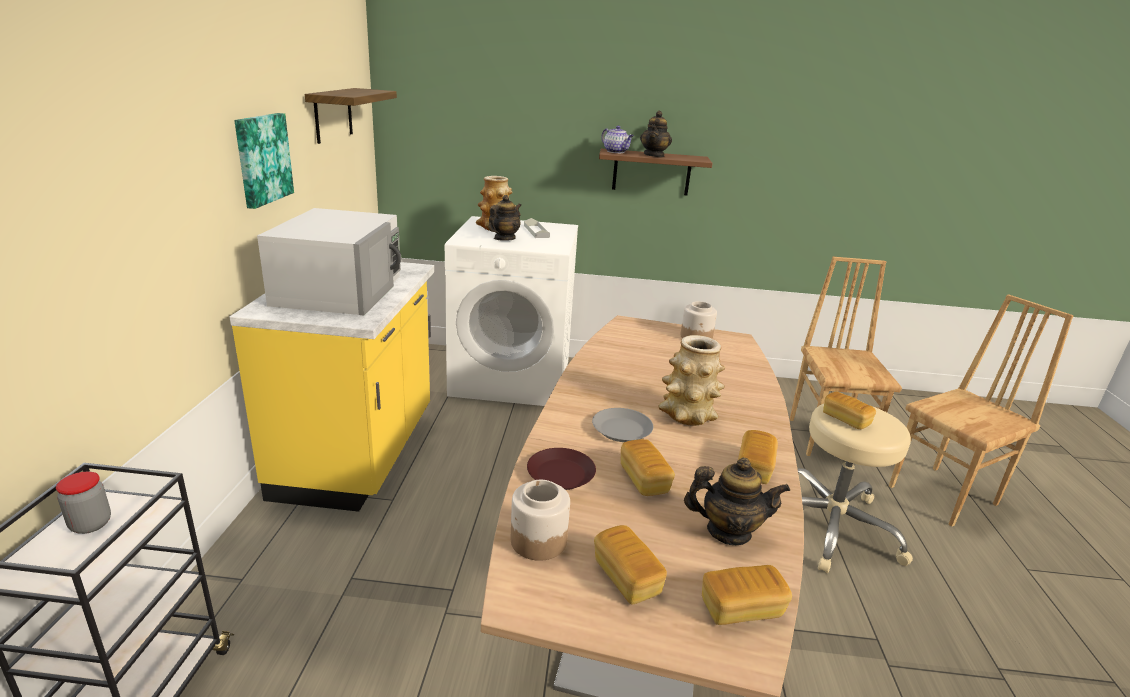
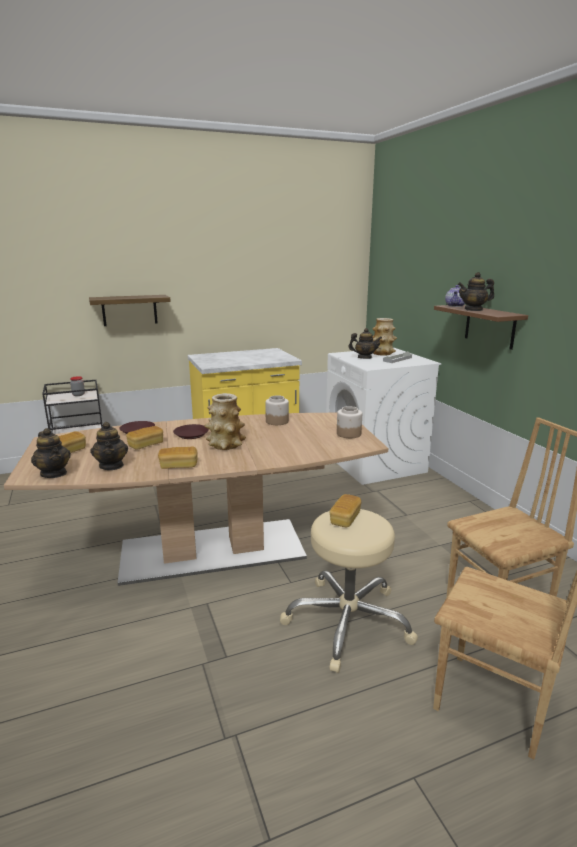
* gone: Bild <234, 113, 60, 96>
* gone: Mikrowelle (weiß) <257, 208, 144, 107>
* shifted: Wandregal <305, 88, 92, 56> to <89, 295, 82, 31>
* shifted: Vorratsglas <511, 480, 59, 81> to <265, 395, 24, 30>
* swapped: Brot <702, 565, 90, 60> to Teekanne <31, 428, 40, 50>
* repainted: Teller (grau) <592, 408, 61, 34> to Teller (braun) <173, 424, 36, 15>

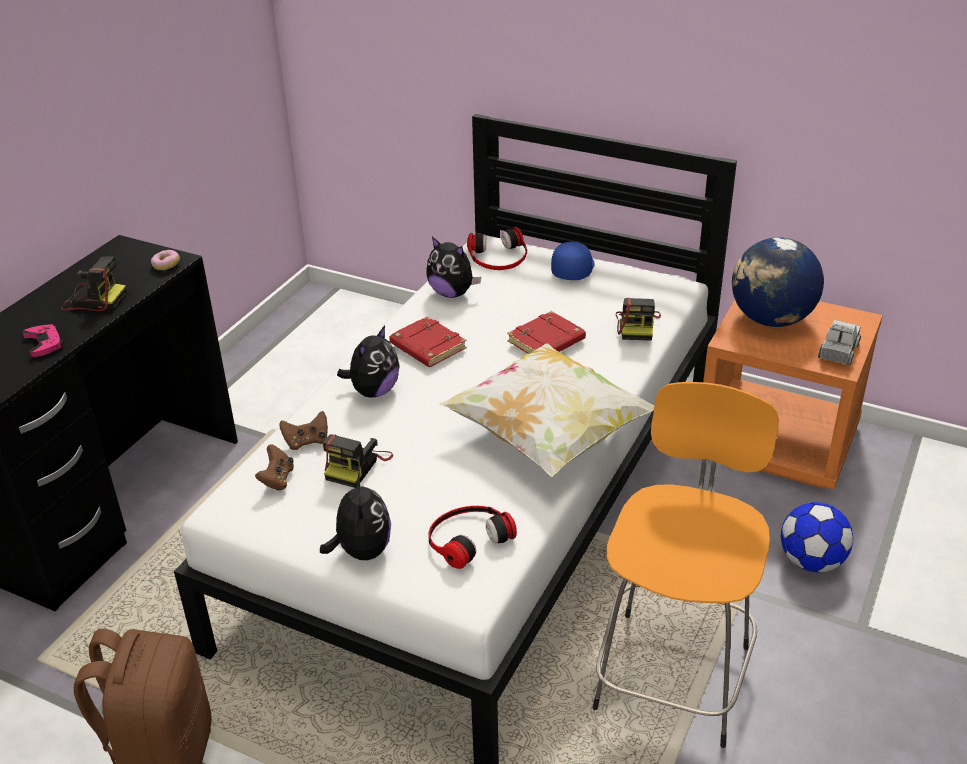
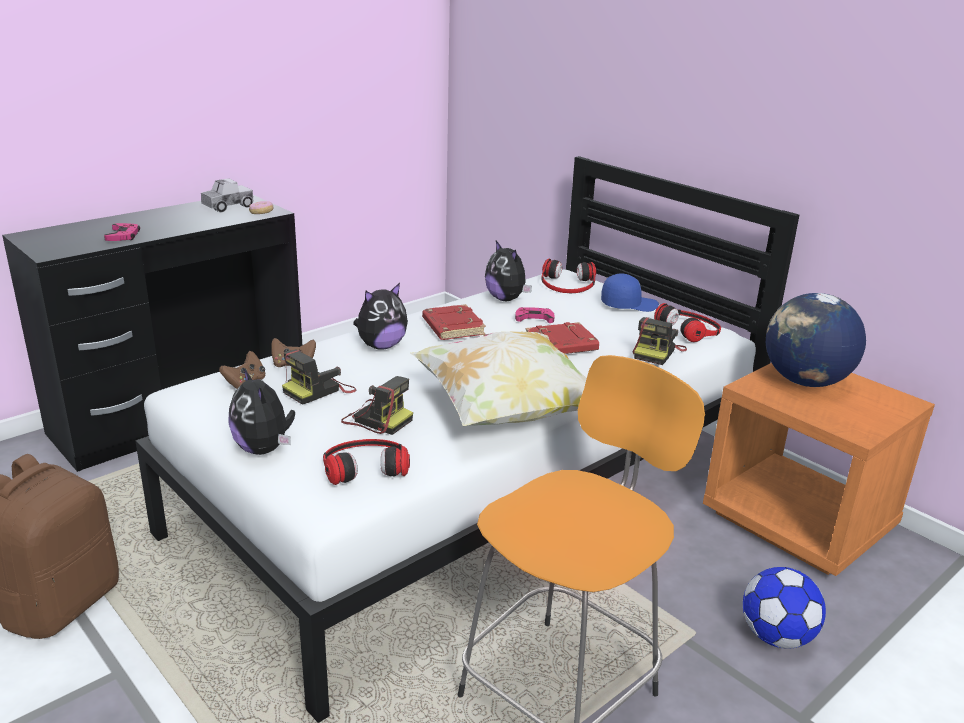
* new: Gamepad (rosa) <515, 307, 40, 16>
* new: Kopfhörer <654, 303, 67, 39>
* shifted: Kamera <61, 256, 66, 55> to <341, 376, 72, 59>
* shifted: Spielzeuglaster <818, 320, 43, 45> to <201, 178, 52, 35>
* rotated: Plüschtier <320, 472, 71, 88> = <228, 367, 67, 88> 135 degrees clockwise
* rotated: Kappe (blau) <551, 242, 44, 38> = <601, 274, 58, 38> 45 degrees clockwise

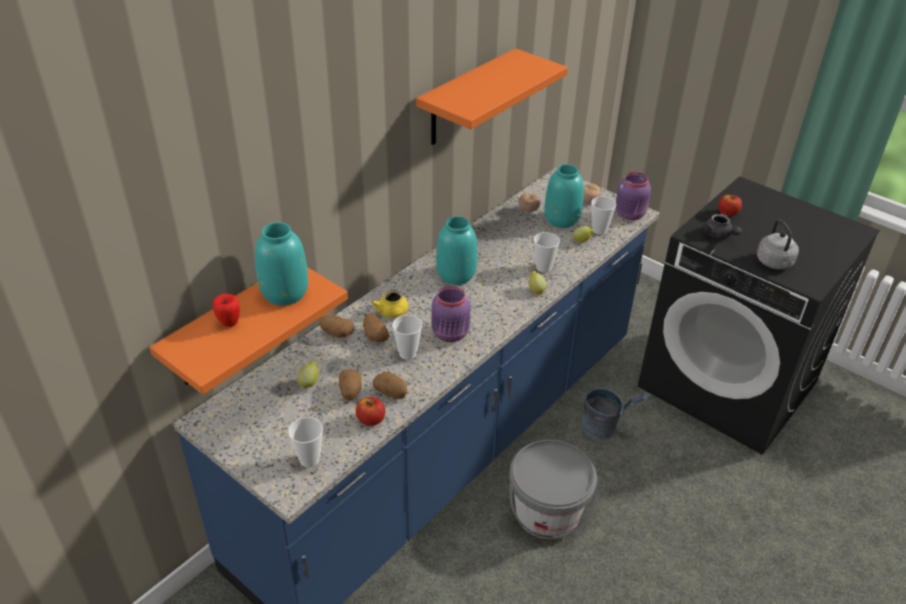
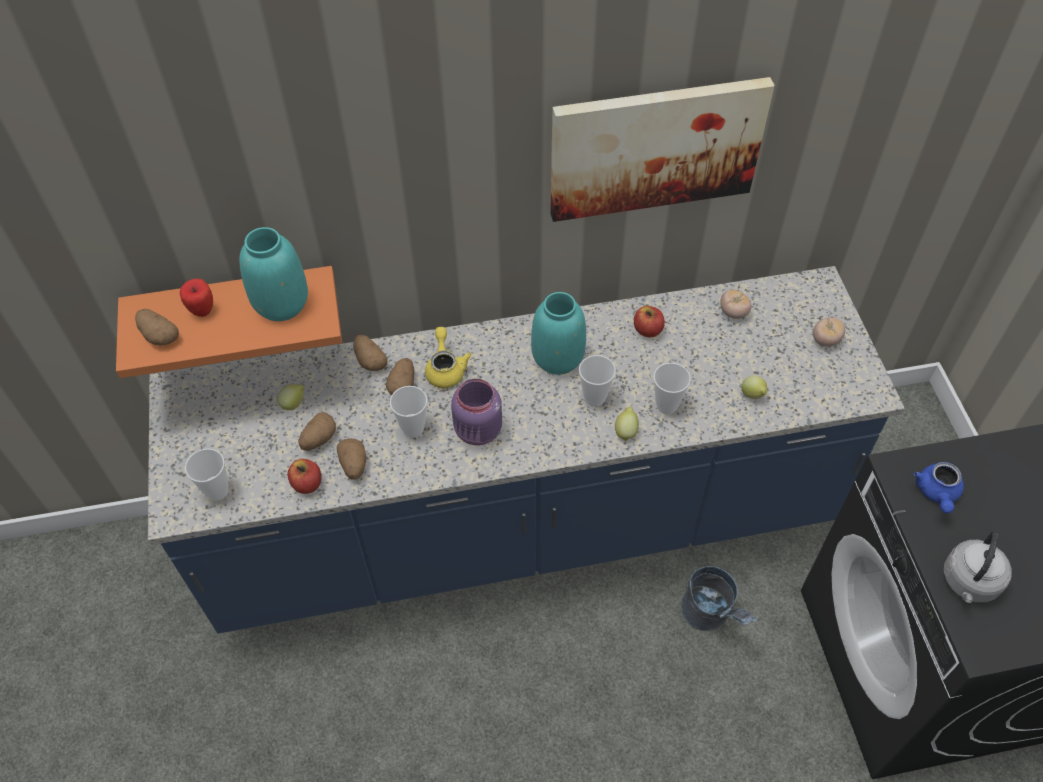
* gone: Eimer (grau) <509, 440, 90, 99>
* gone: Vase (türkis) <544, 164, 40, 64>
* gone: Vorratsglas (lila) <615, 172, 36, 48>
* new: Kartoffel <135, 309, 44, 37>
* shifted: Tasse <591, 196, 25, 39> to <579, 355, 37, 52>
* shifted: Apfel <718, 195, 24, 21> to <634, 306, 31, 31>
* swapped: Wandregal (orange) <416, 48, 152, 97> to Bild <550, 77, 224, 145>
* repainted: Teekanne (grau) <704, 214, 38, 25> to Teekanne (blau) <913, 462, 51, 51>
* rotated: Teekanne (gelb) <371, 289, 37, 29> = <425, 327, 47, 61> 150 degrees clockwise

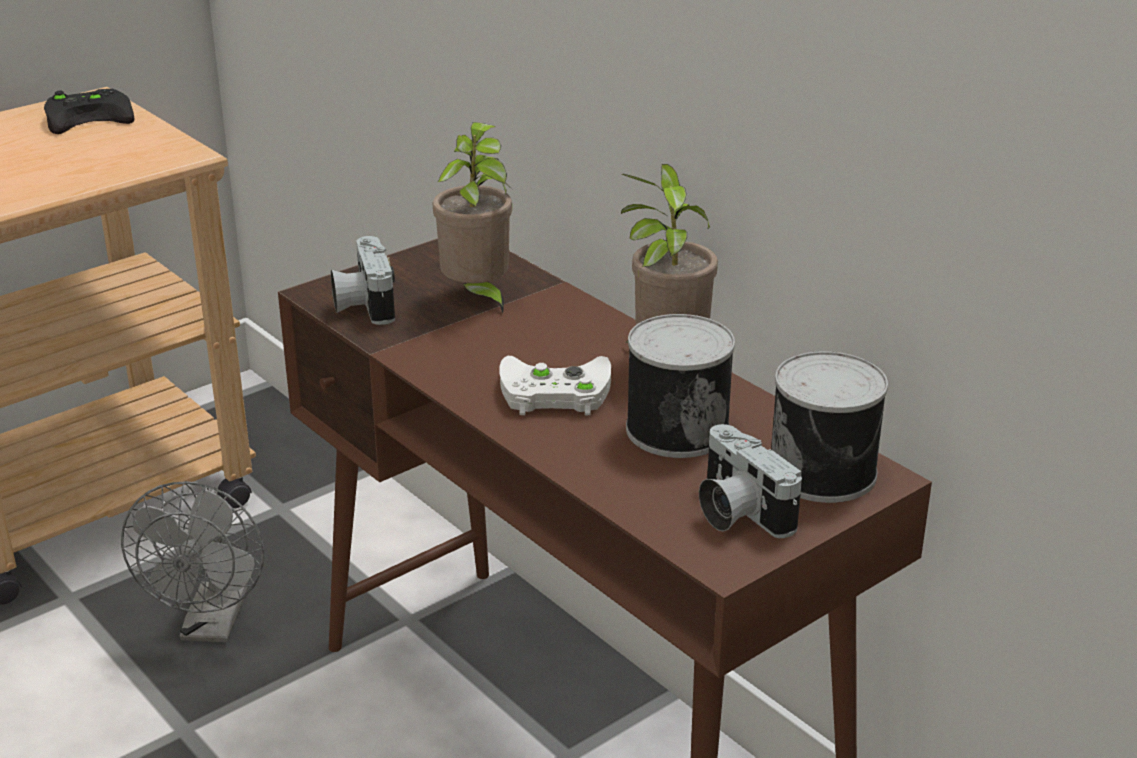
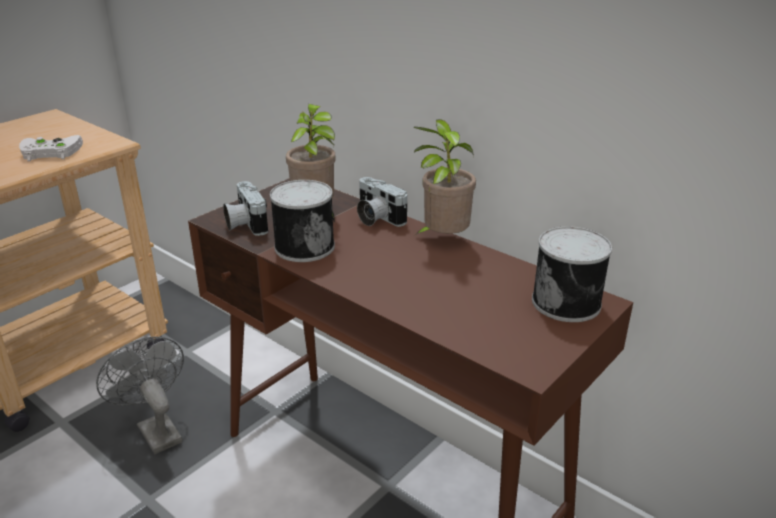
* gone: Gamepad (schwarz) <44, 89, 91, 45>
* shifted: Gamepad (weiß) <499, 356, 112, 59> to <19, 135, 64, 26>
* shifted: Dose <626, 314, 109, 144> to <270, 180, 65, 82>
* shifted: Kamera <699, 424, 103, 114> to <357, 177, 50, 50>
* rotated: Ventilator (grau) <121, 481, 144, 162> = <96, 337, 88, 117> 150 degrees clockwise

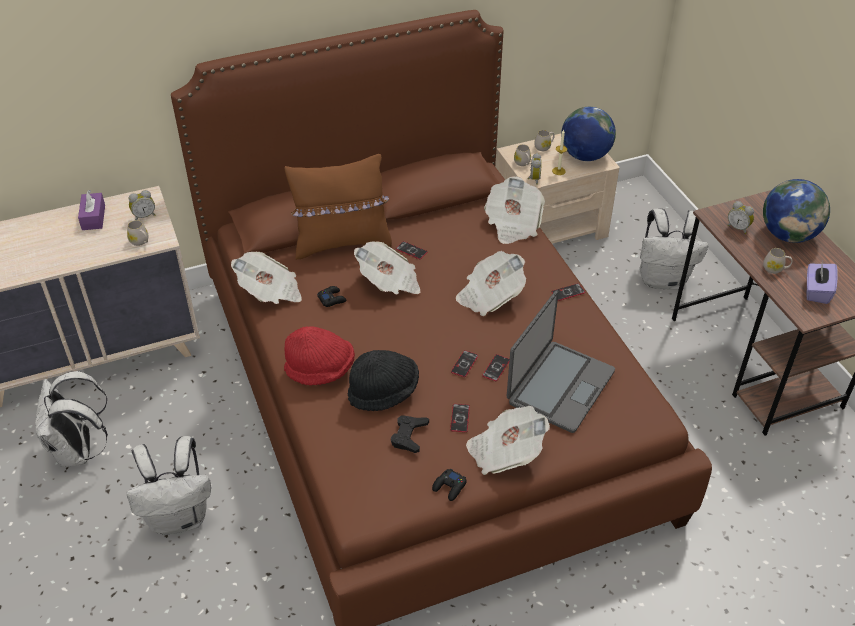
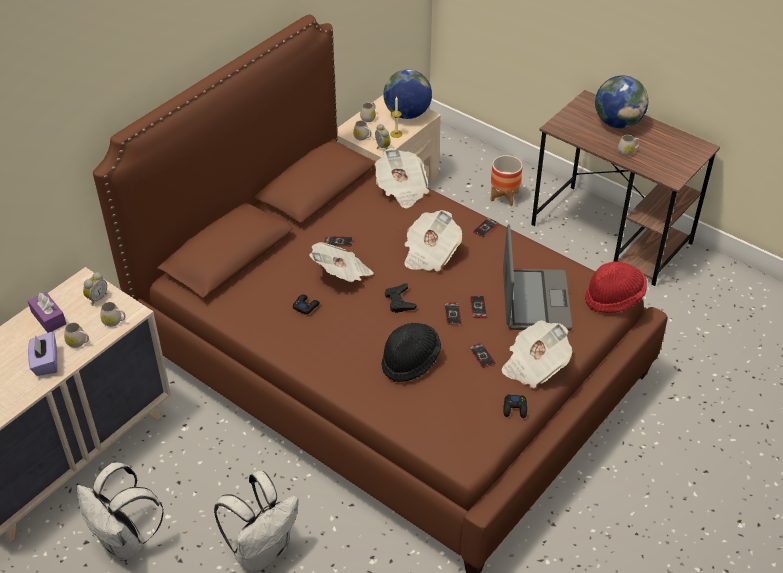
* gone: Zeitung <231, 252, 71, 52>
* gone: Kissen (braun) <284, 154, 108, 106>
* gone: Wecker <727, 201, 27, 33>
* new: Henkelbecher (weiß) <64, 322, 25, 26>
* shifted: Hut (rot) <284, 326, 71, 59> to <585, 261, 62, 52>
* shifted: Gamepad (schwarz) <391, 415, 38, 38> to <385, 283, 31, 30>
* shifted: Taschentuchbox (lila) <806, 264, 32, 40> to <28, 332, 29, 44>
* swapped: Rucksack (weiß) <639, 208, 69, 82> to Pflanzkübel <490, 155, 33, 51>

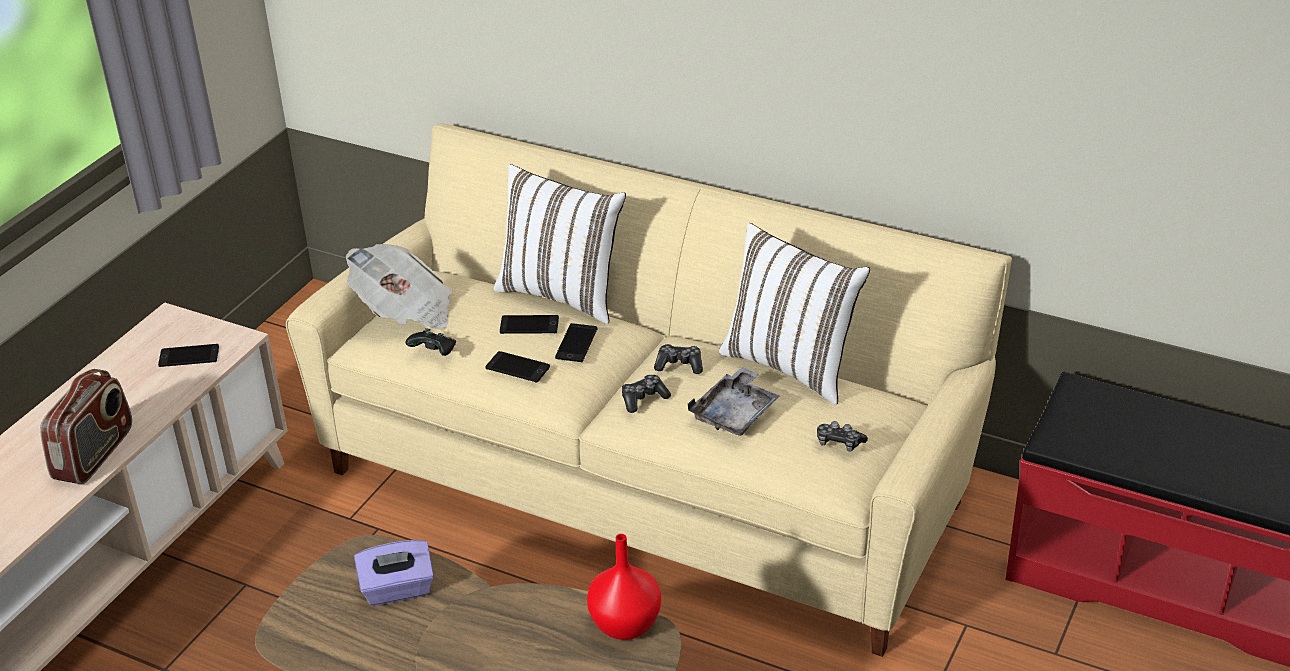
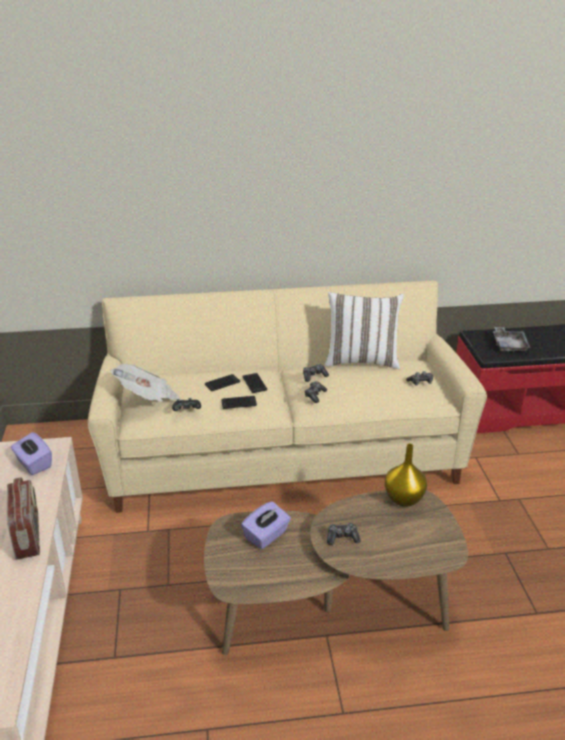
* gone: Kissen (weiß) <493, 164, 133, 160>
* new: Gamepad <327, 523, 34, 22>
* shifted: Tablett (grau) <688, 367, 92, 69> to <493, 327, 37, 25>
* swapped: Handy <158, 344, 61, 23> to Taschentuchbox (lila) <11, 432, 41, 43>
* repainted: Vase (rot) <587, 534, 74, 106> to Vase (gelb) <385, 444, 42, 63>

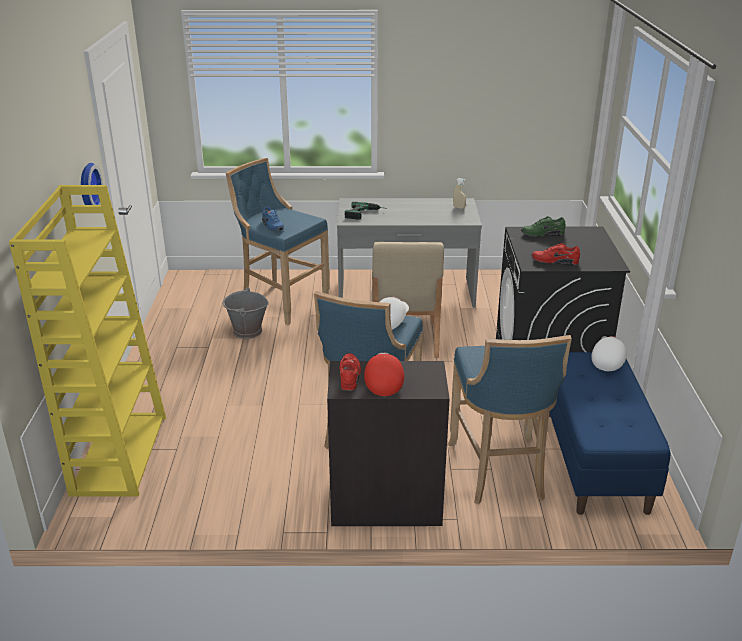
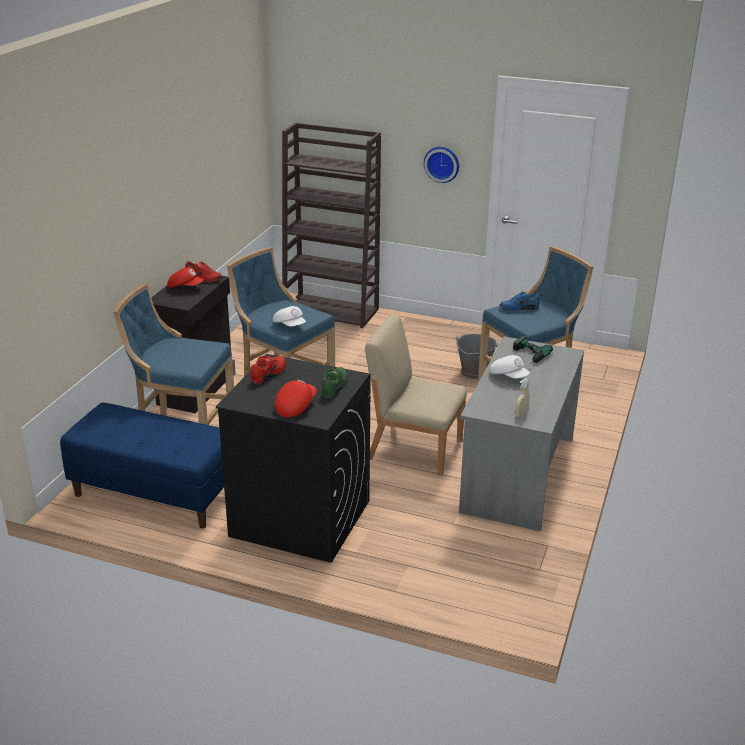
* new: Kappe (rot) <275, 380, 42, 37>
* shifted: Kappe (weiß) <592, 336, 35, 35> to <489, 355, 41, 23>
* repainted: Bücherregal (gelb) <9, 185, 157, 312> to Bücherregal (braun) <282, 123, 99, 205>

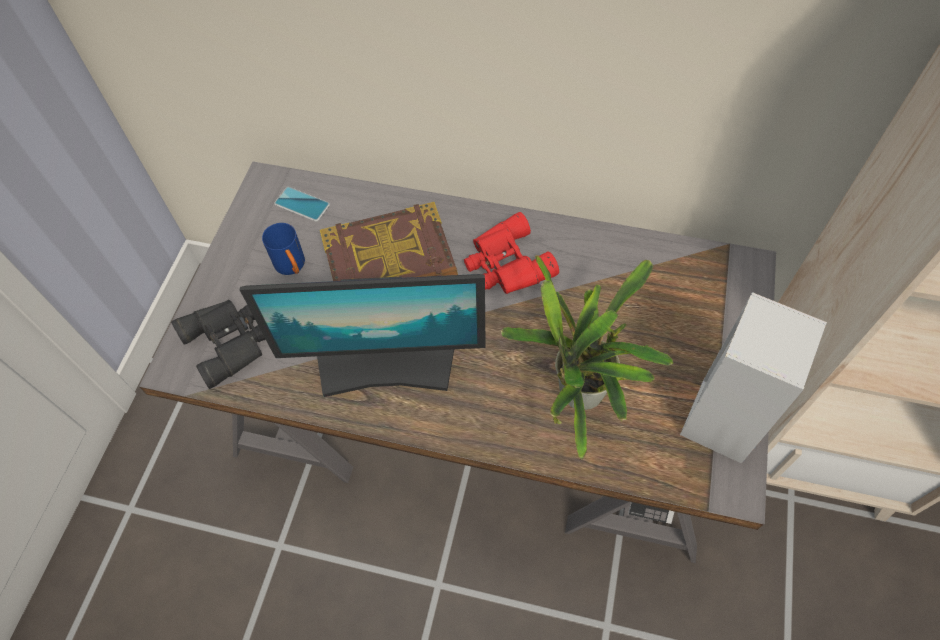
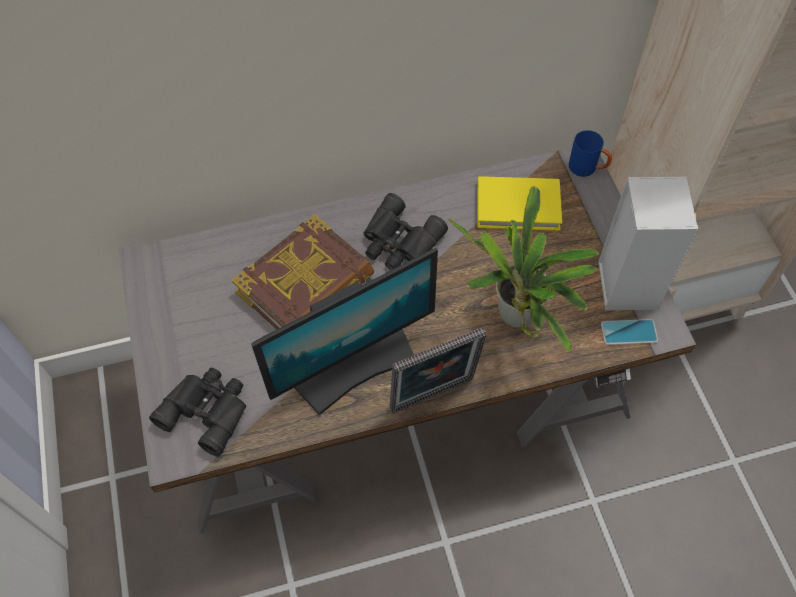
* new: Bilderrahmen <390, 327, 97, 86>
* new: Buch (gelb) <477, 176, 85, 55>
* shifted: Henkelbecher (blau) <262, 223, 43, 52> to <569, 130, 43, 47>
* shifted: Handy <274, 187, 56, 35> to <601, 319, 57, 26>
* repainted: Fernglas (rot) <464, 212, 95, 82> to Fernglas (schwarz) <363, 193, 85, 77>

